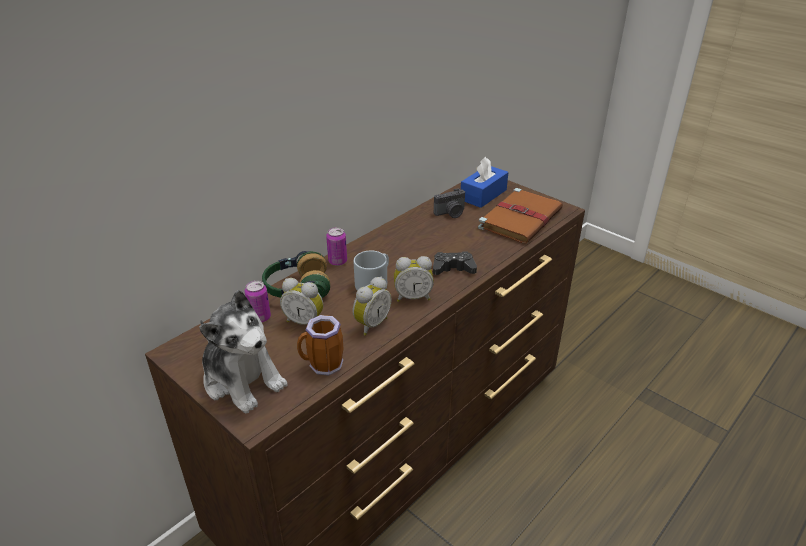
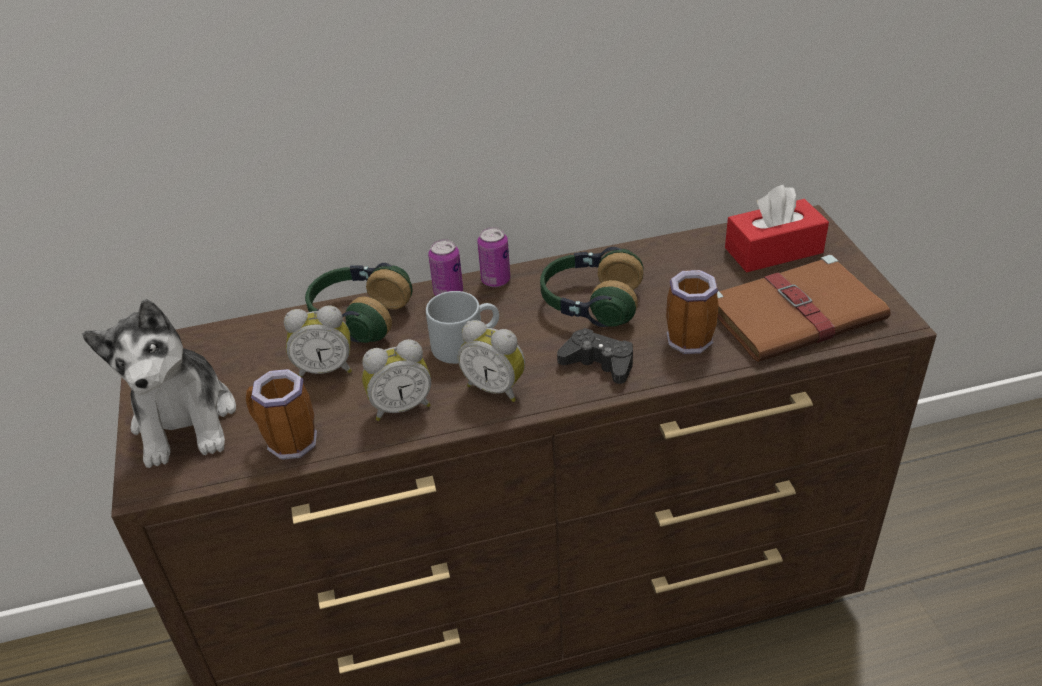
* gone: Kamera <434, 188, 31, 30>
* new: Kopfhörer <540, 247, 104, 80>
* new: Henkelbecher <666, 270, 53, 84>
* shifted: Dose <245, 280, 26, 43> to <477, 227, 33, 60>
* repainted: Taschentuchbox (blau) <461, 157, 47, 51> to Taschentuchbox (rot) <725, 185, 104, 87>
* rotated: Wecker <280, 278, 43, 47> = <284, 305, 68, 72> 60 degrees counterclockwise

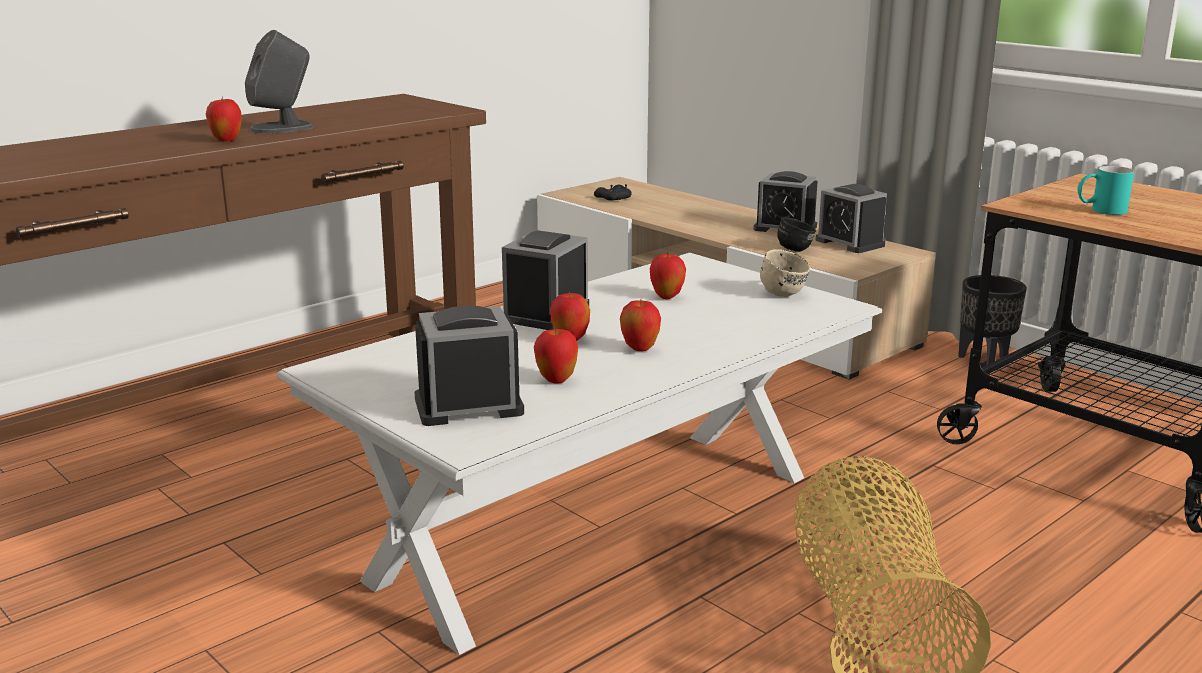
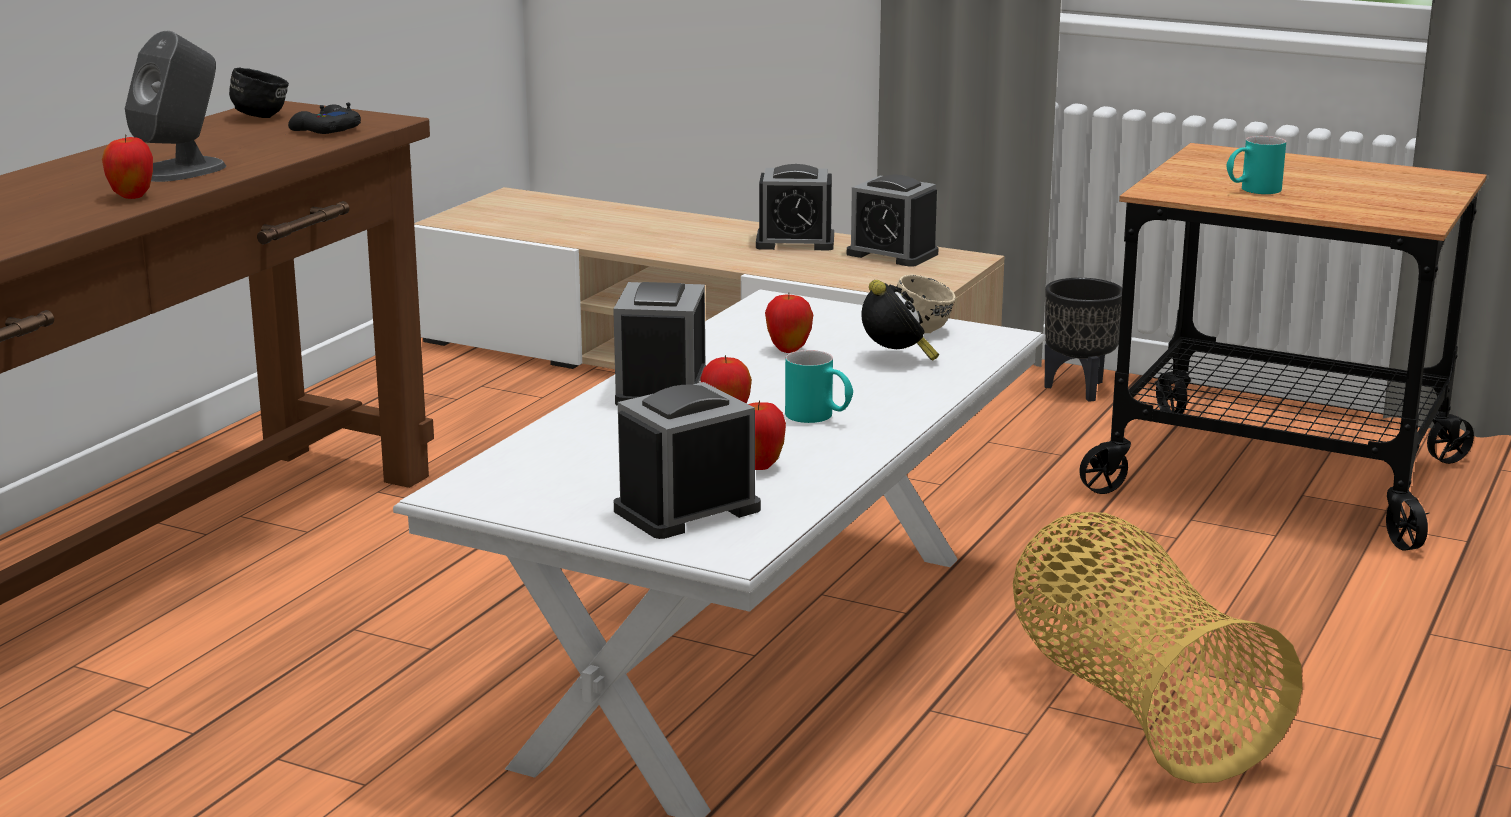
* new: Wecker <862, 280, 77, 81>
* shifted: Gamepad (schwarz) <594, 184, 38, 17> to <288, 103, 73, 31>
* shifted: Henkelbecher (schwarz) <777, 217, 39, 35> to <229, 68, 60, 50>
* swapped: Apfel <620, 300, 41, 51> to Henkelbecher (türkis) <785, 350, 68, 73>

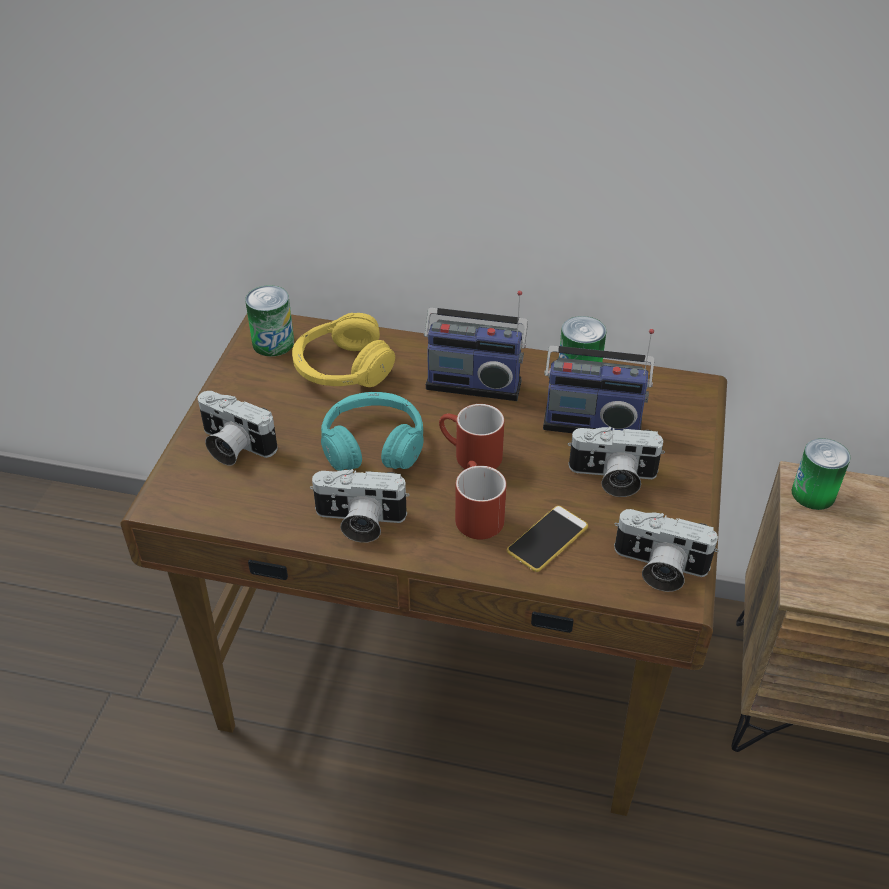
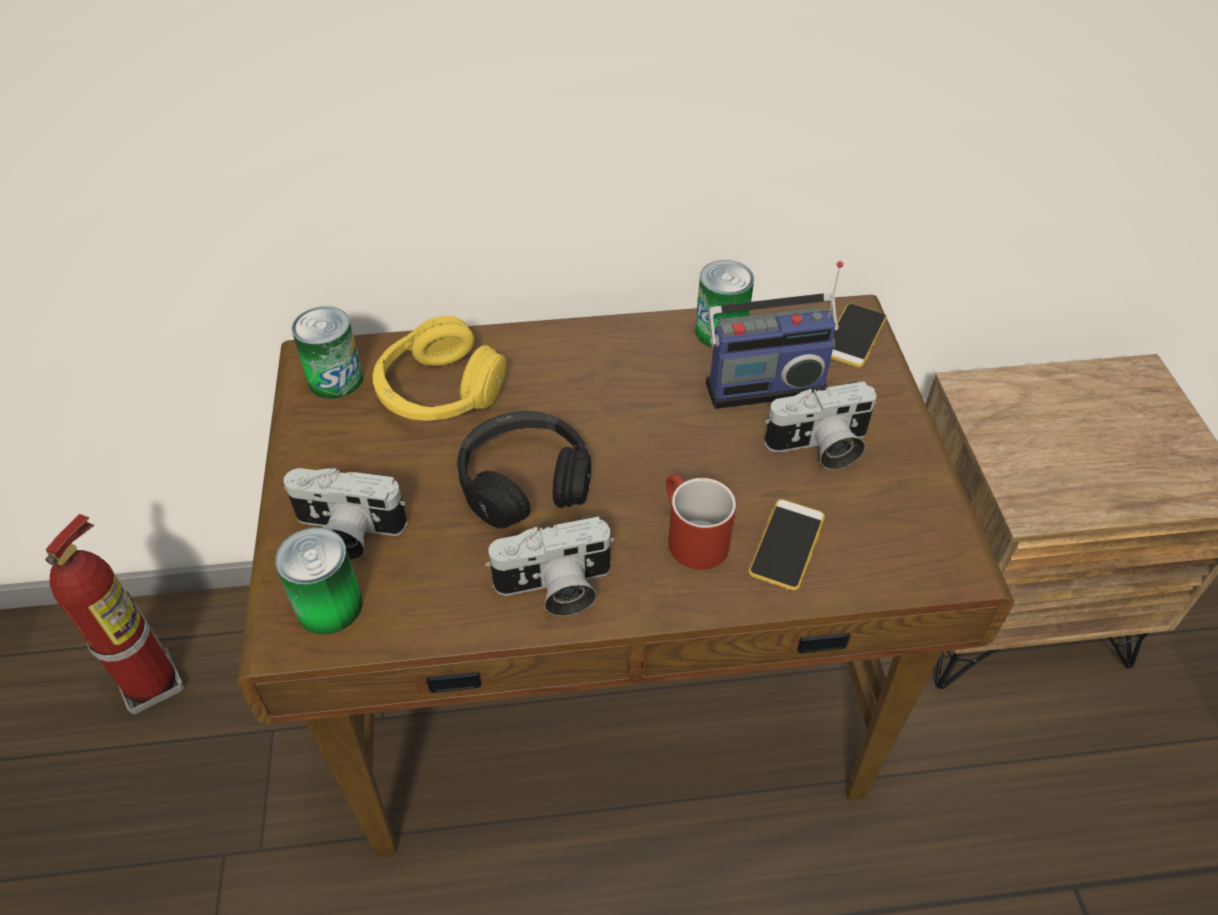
* gone: Radio <424, 291, 104, 110>
* gone: Henkelbecher (rot) <439, 404, 65, 65>
* gone: Kamera <614, 509, 105, 83>
* new: Feuerlöscher <45, 514, 139, 200>
* new: Handy <831, 303, 56, 65>
* shifted: Dose <792, 438, 59, 72> to <275, 527, 88, 108>
* repainted: Kopfhörer (türkis) <321, 392, 103, 79> to Kopfhörer (schwarz) <457, 411, 134, 118>

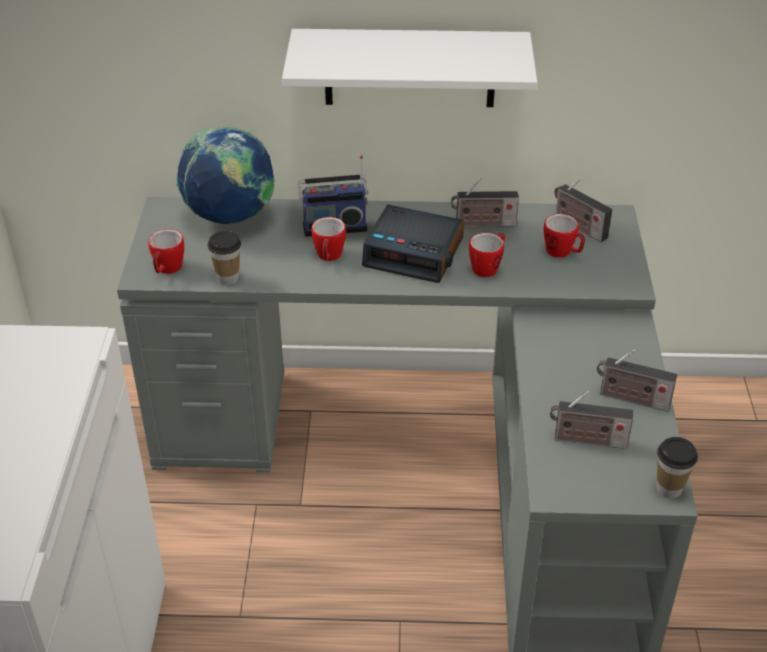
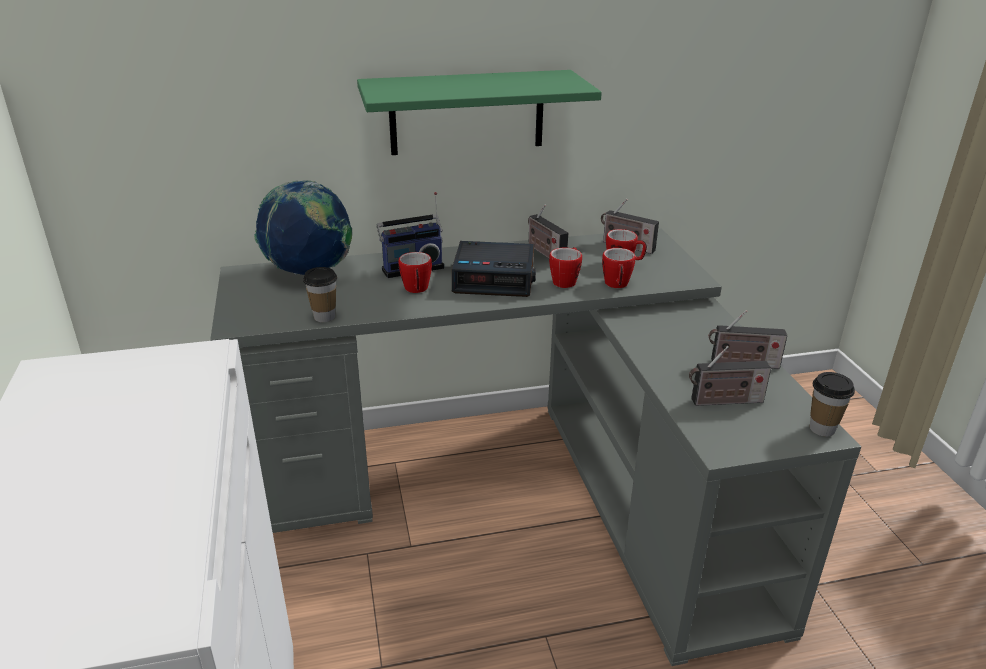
* shifted: Henkelbecher <148, 229, 36, 45> to <602, 248, 33, 40>
* repainted: Wandregal (weiß) <282, 29, 255, 78> to Wandregal (grün) <357, 70, 245, 85>
* rotated: Radio <451, 178, 68, 49> = <528, 205, 40, 53> 75 degrees clockwise

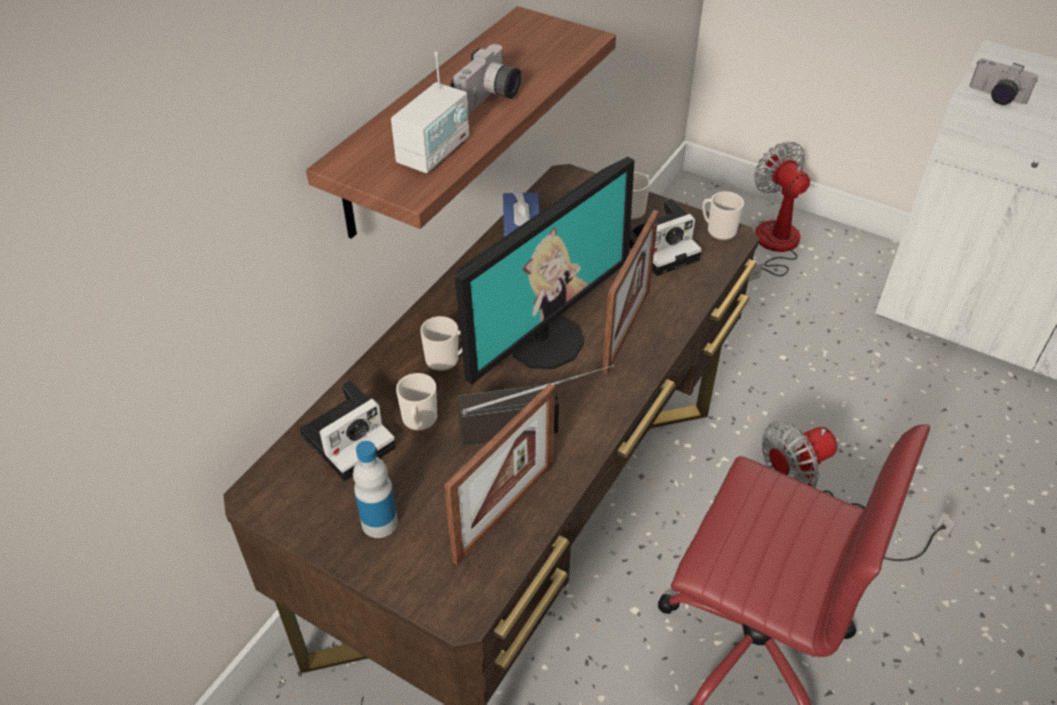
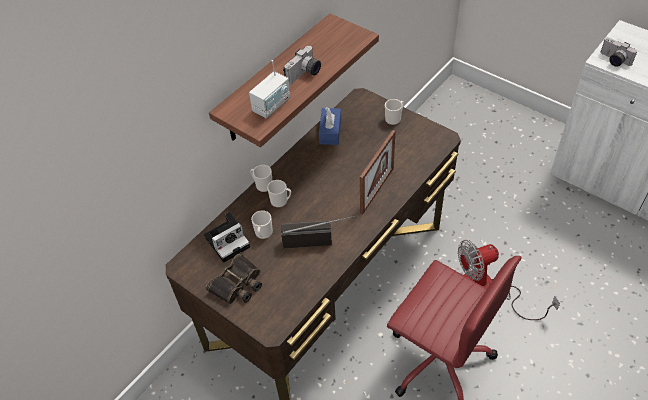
* gone: Bilderrahmen <444, 383, 111, 182>
* gone: Monitor <455, 157, 180, 227>
* gone: Kamera <629, 199, 73, 77>
* gone: Ventilator <749, 142, 61, 140>
* shifted: Henkelbecher <702, 191, 42, 49> to <250, 165, 22, 27>
* swapped: Flasche <353, 441, 45, 97> to Fernglas <206, 253, 56, 51>

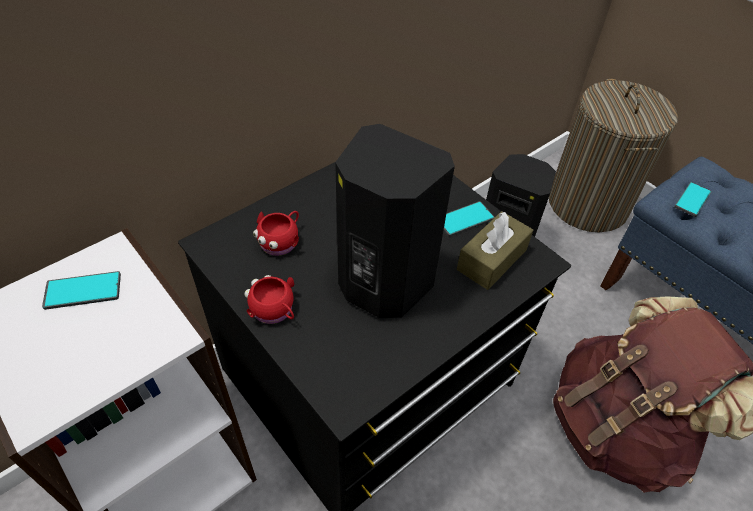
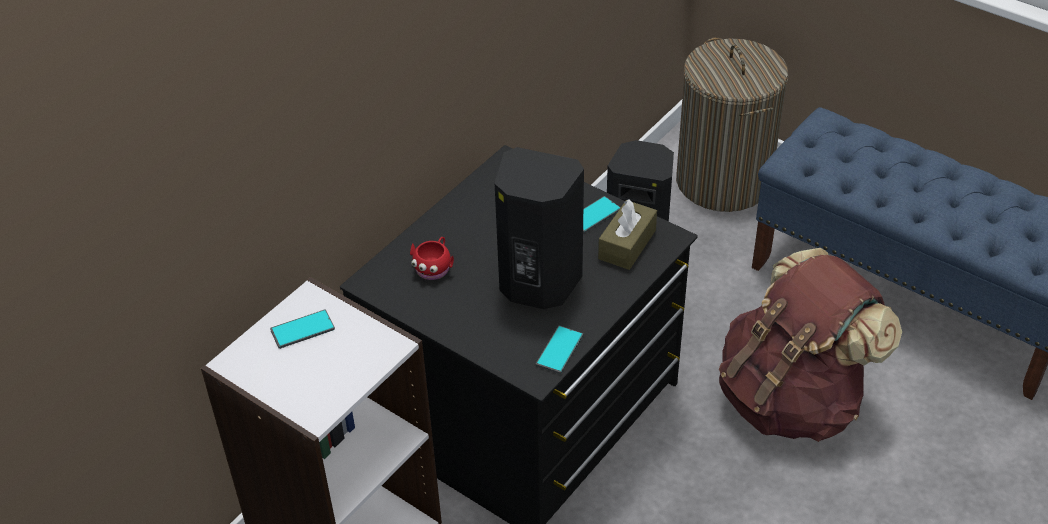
* gone: Henkelbecher (rot) <245, 275, 49, 49>
* shifted: Handy <674, 182, 38, 35> to <536, 326, 47, 48>

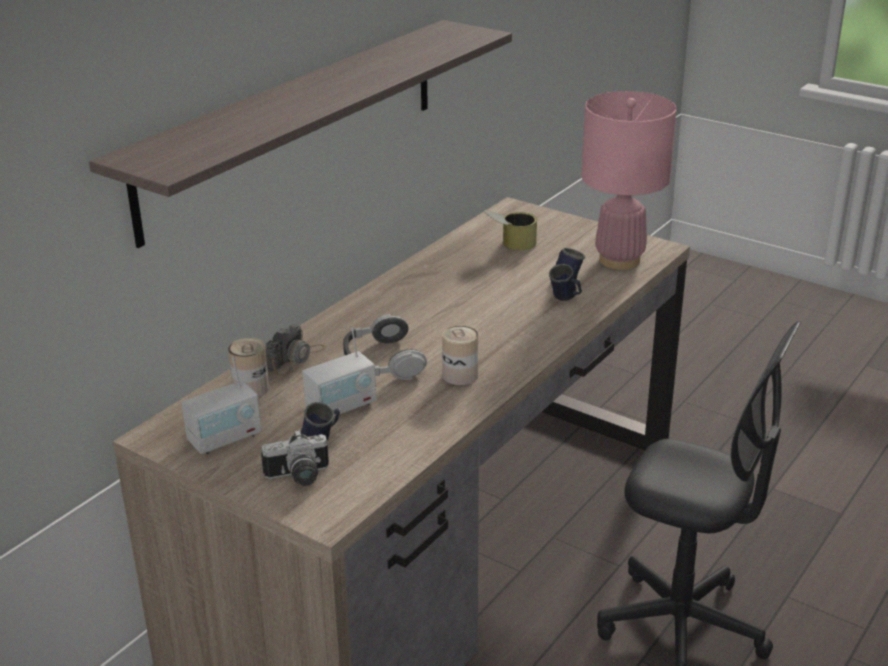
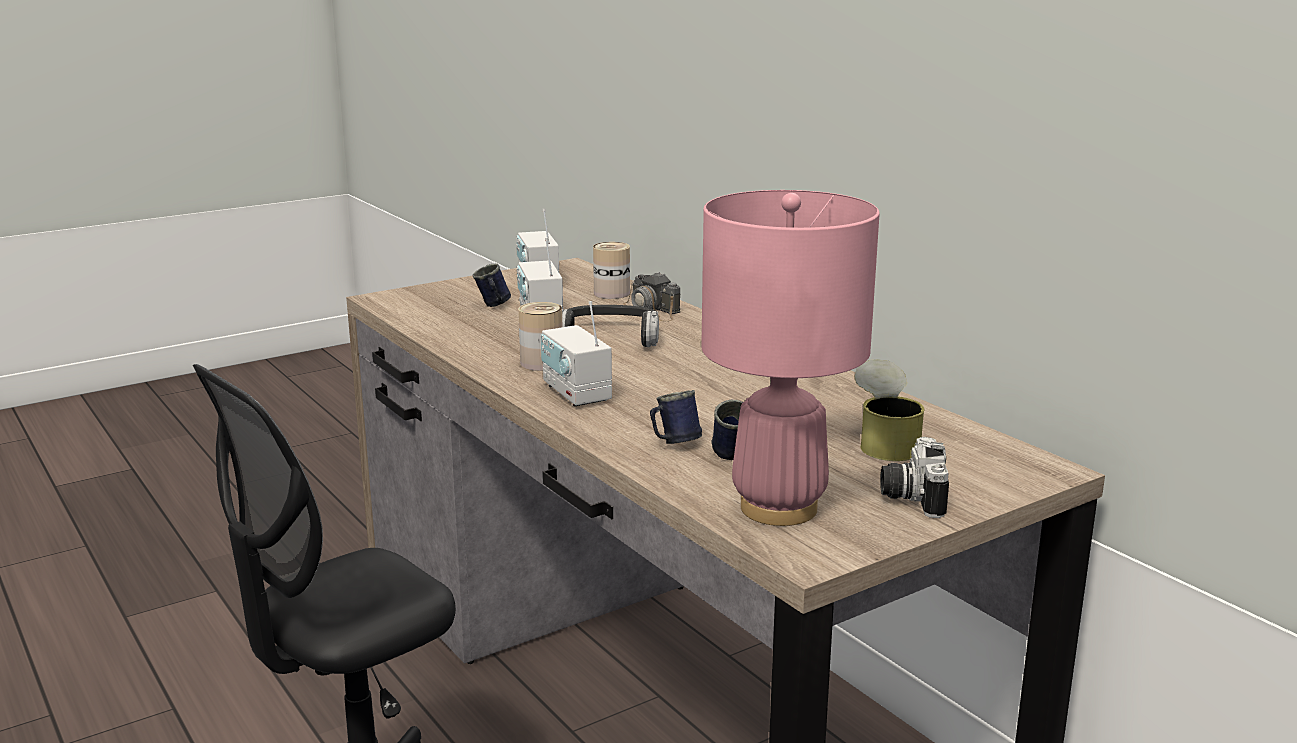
* gone: Wandregal <89, 20, 423, 228>
* new: Radio <541, 301, 71, 105>
* shifted: Kamera <261, 430, 68, 56> to <880, 437, 69, 81>

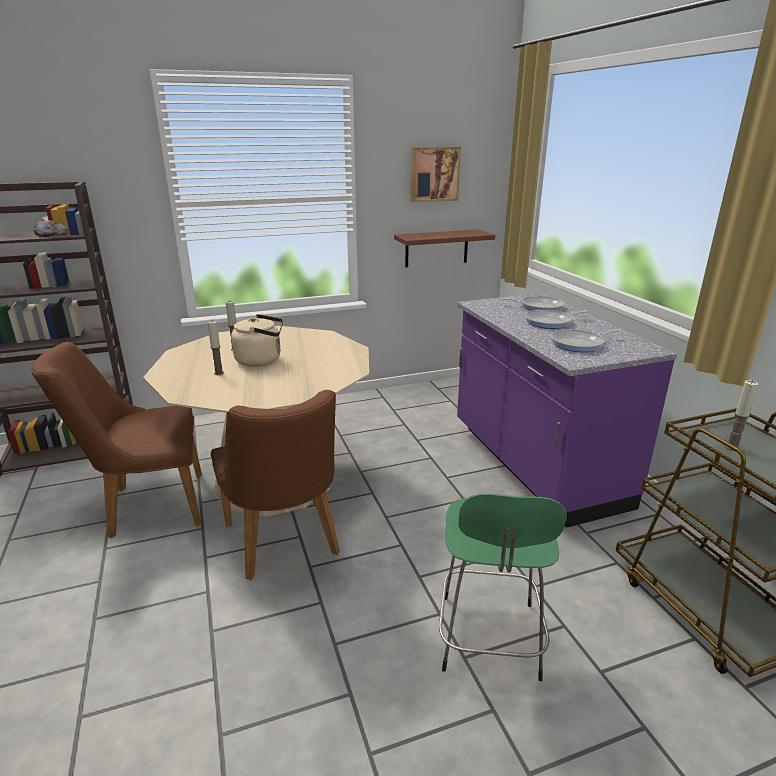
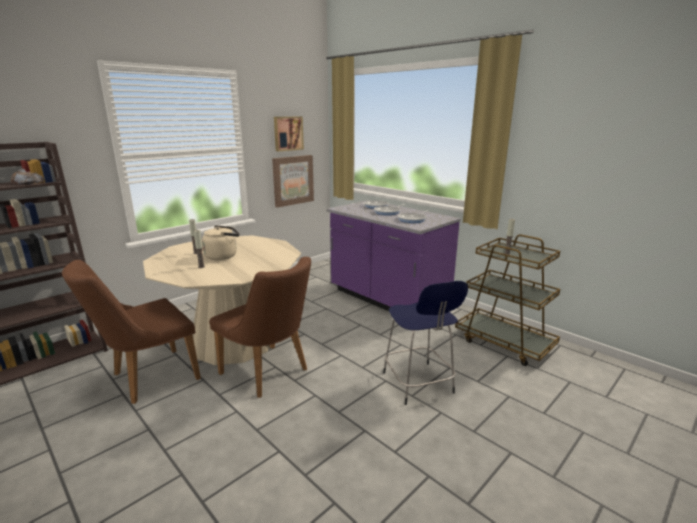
* swapped: Wandregal (braun) <394, 229, 101, 38> to Bild <272, 155, 42, 53>
* repainted: Hocker (grün) <439, 494, 128, 187> to Hocker (blau) <383, 281, 85, 124>

